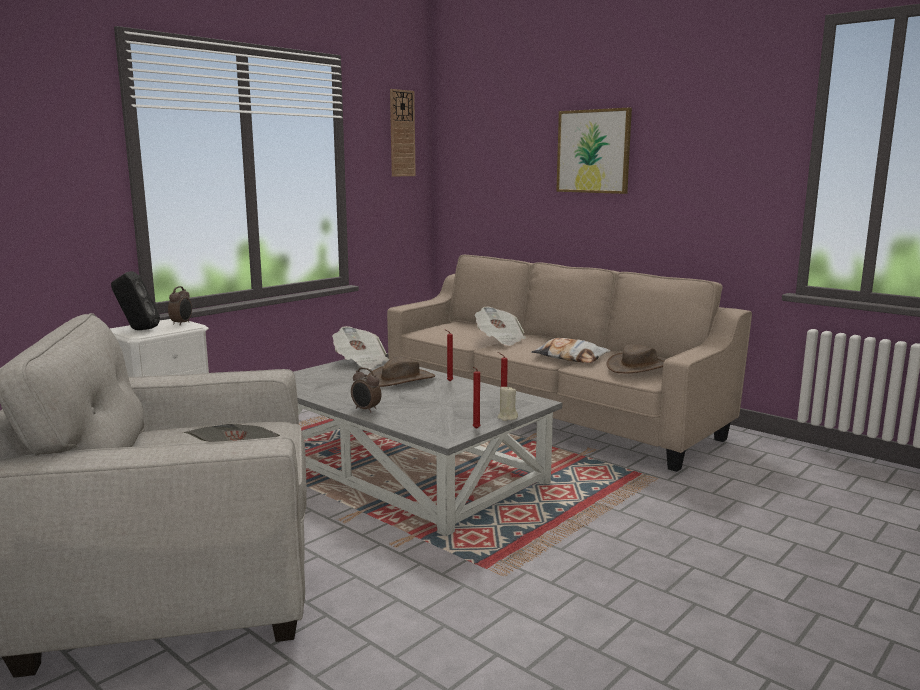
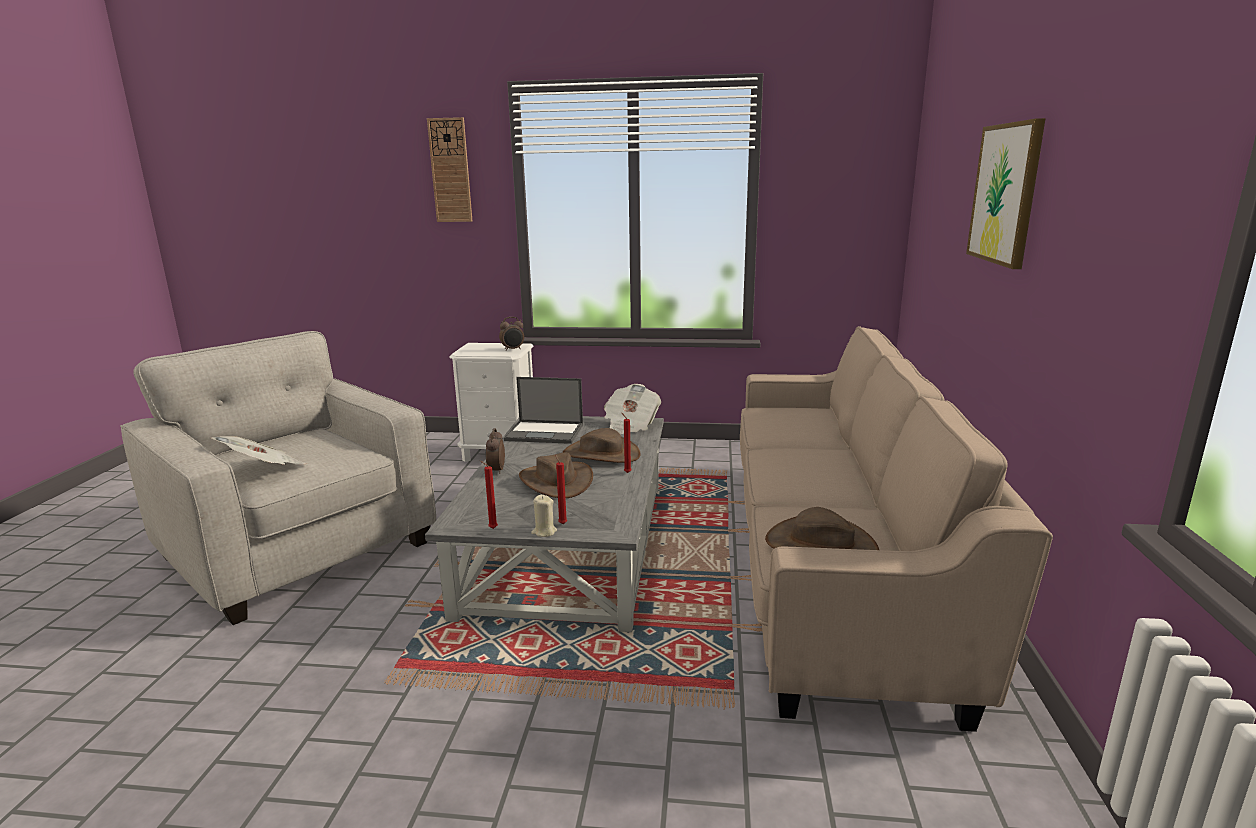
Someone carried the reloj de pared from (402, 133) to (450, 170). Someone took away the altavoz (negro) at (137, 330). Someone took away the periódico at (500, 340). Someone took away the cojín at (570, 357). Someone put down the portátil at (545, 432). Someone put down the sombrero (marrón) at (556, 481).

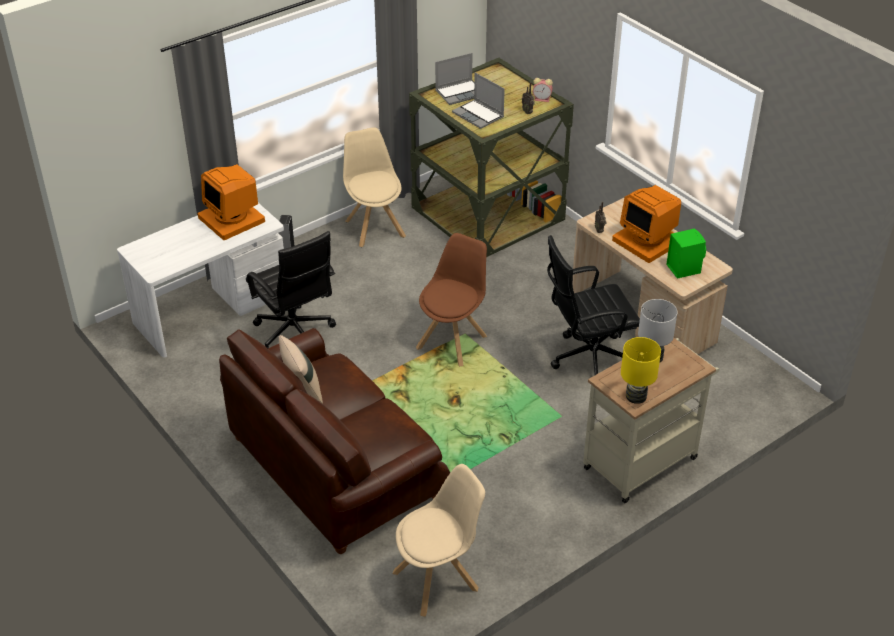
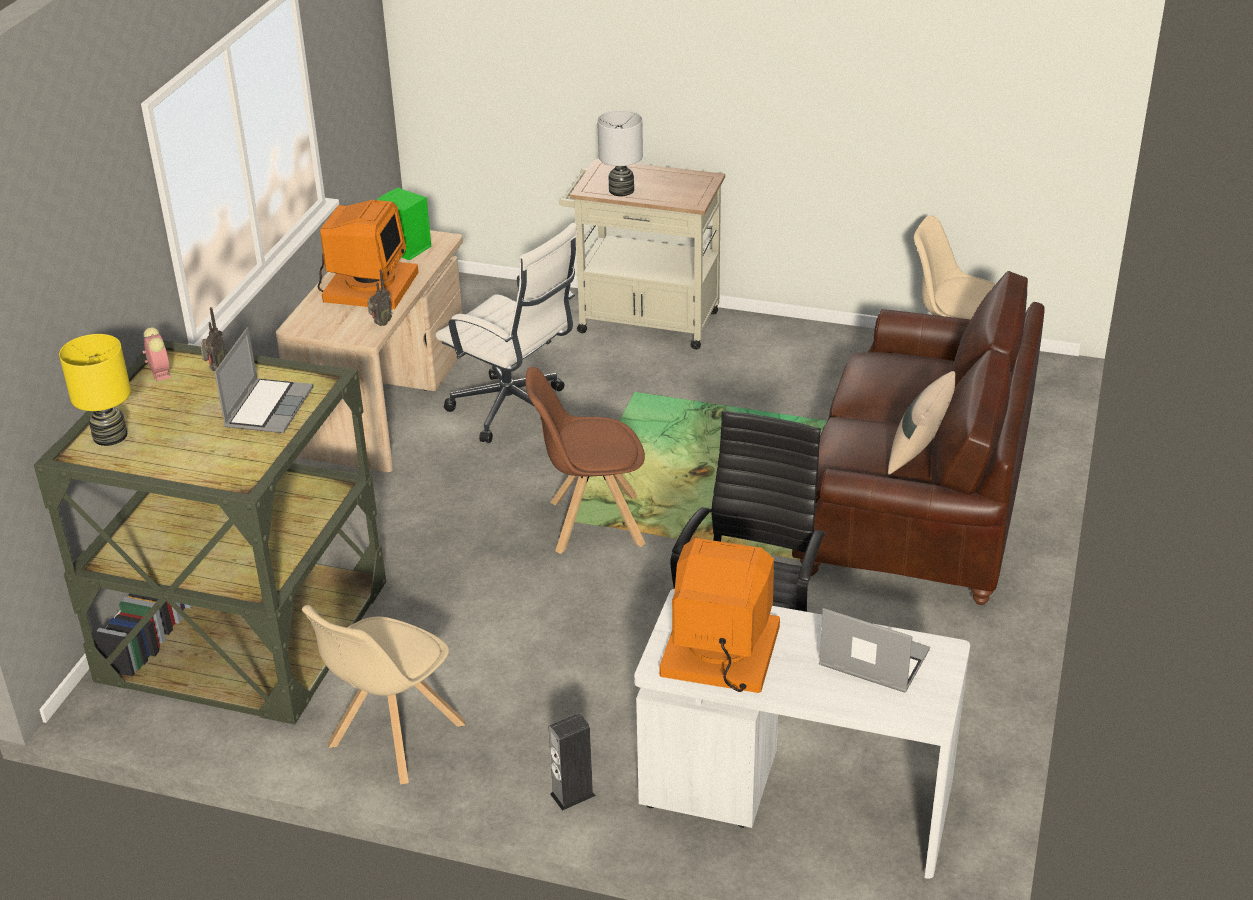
Someone carried the portátil from (460, 93) to (872, 659). Someone rotated the monitor at (233, 219) by 90 degrees counterclockwise. Someone repainted the silla de oficina (negro) at (587, 360), which became the silla de oficina (blanco) at (514, 411). Someone carried the lámpara de mesa (amarillo) from (636, 396) to (110, 436).

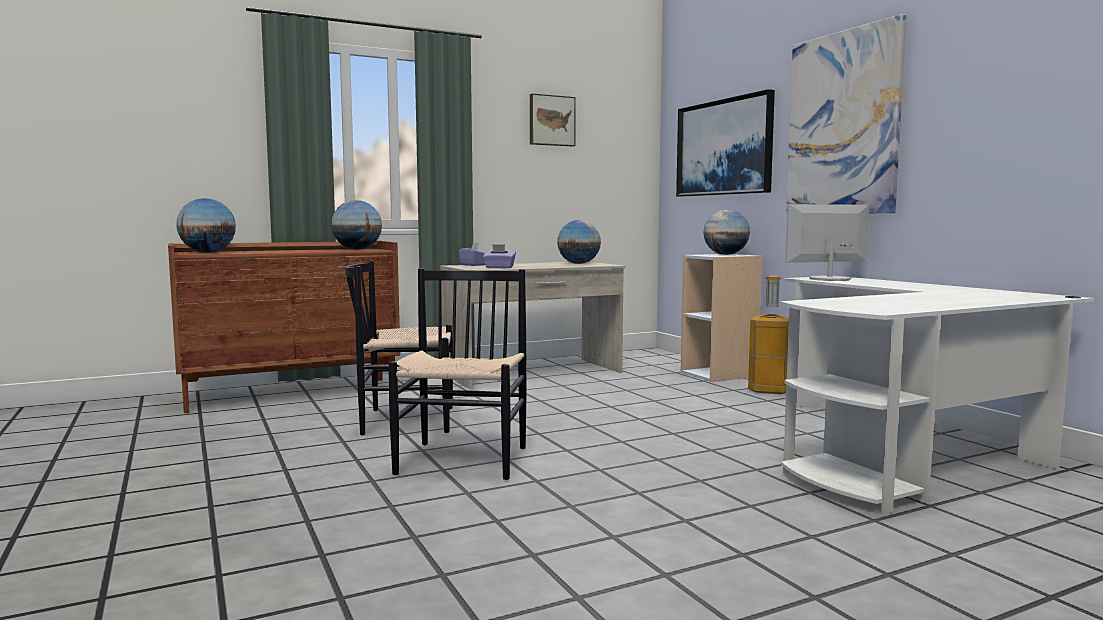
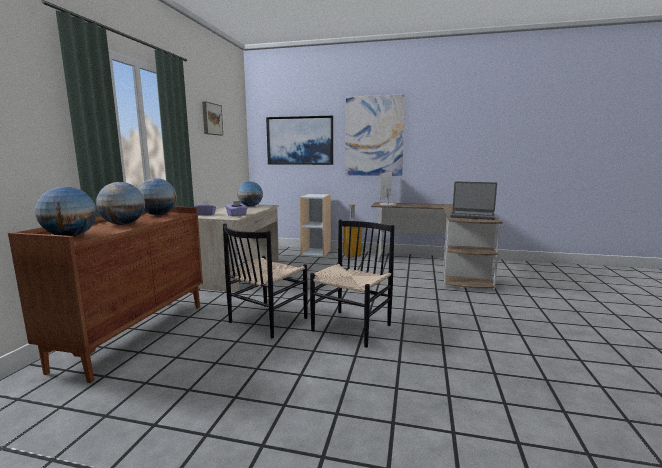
Someone carried the globo terráqueo from (726, 254) to (124, 224). Someone rotated the silla (negro) at (464, 459) by 75 degrees clockwise. Someone repainted the escritorio (blanco) at (902, 449), which became the escritorio (marrón) at (441, 267). Someone put down the portátil at (472, 216).

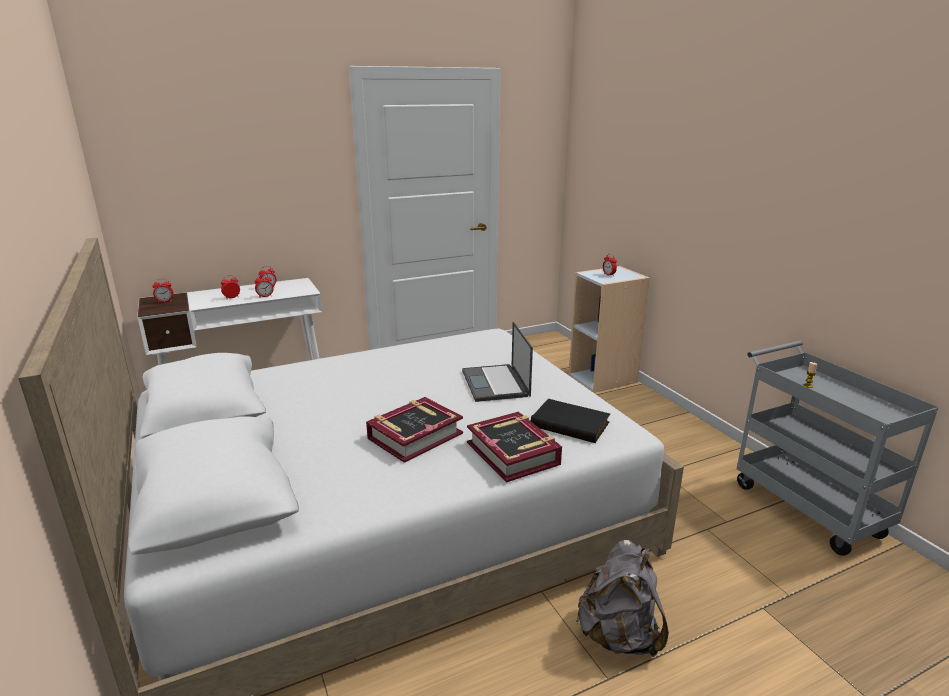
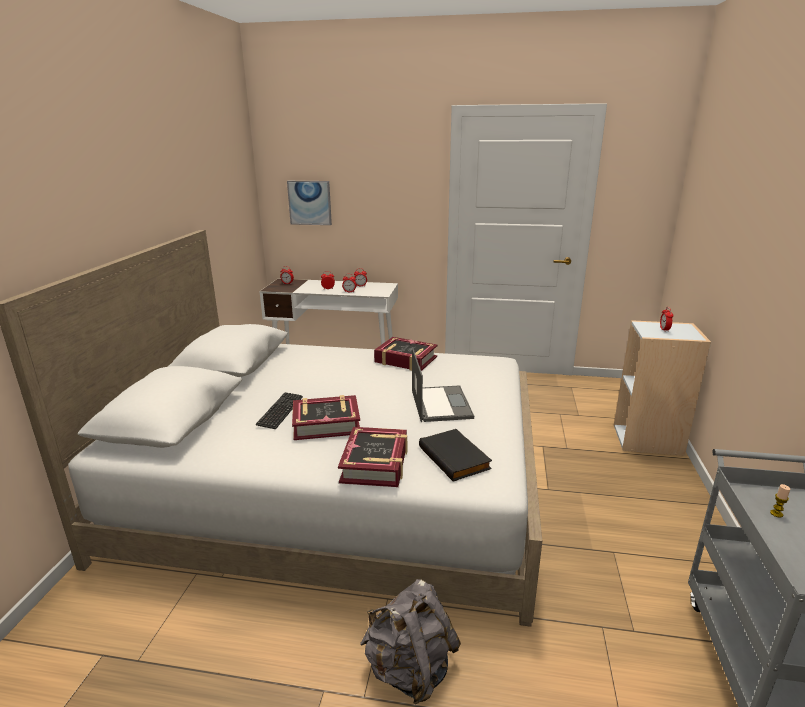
Someone rotated the portátil at (496, 384) by 150 degrees clockwise. Someone put up the cuadro at (310, 202). Someone put down the libro at (405, 360). Someone put down the teclado at (280, 411).

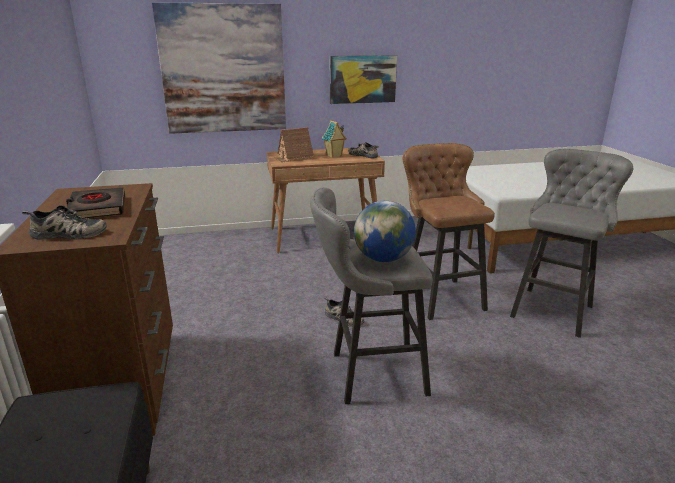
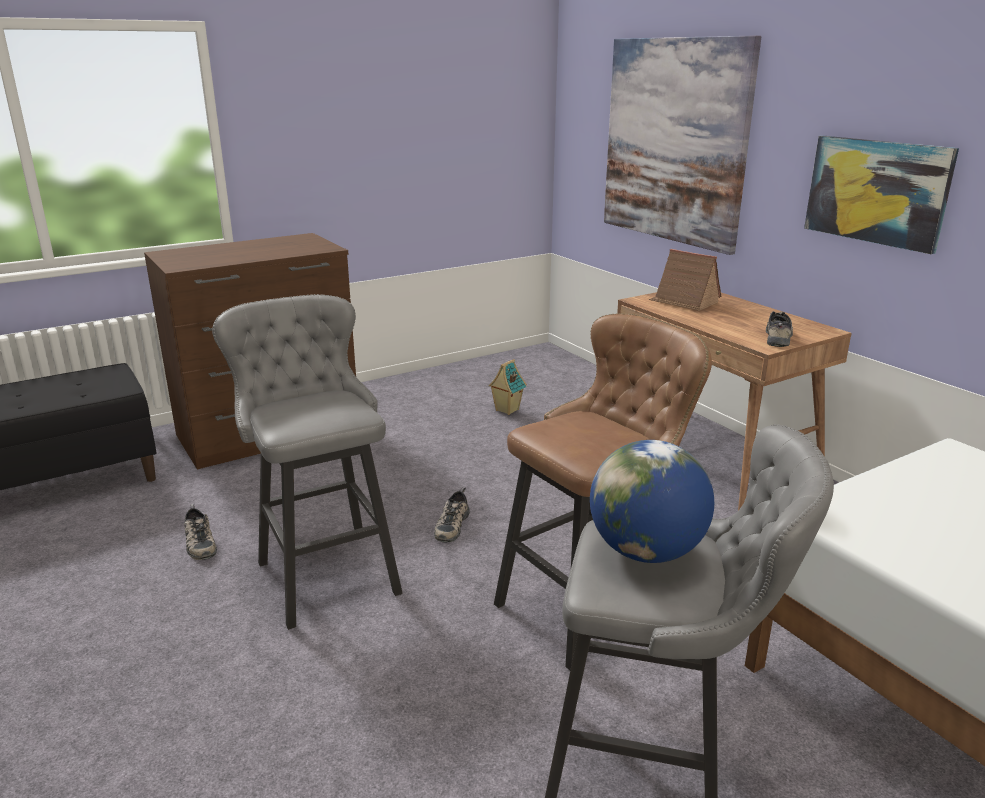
Someone carried the casita from (334, 156) to (506, 410). Someone took away the libro (negro) at (97, 208). Someone carried the globo terráqueo from (383, 259) to (646, 551). Someone carried the zapato from (67, 234) to (198, 543).

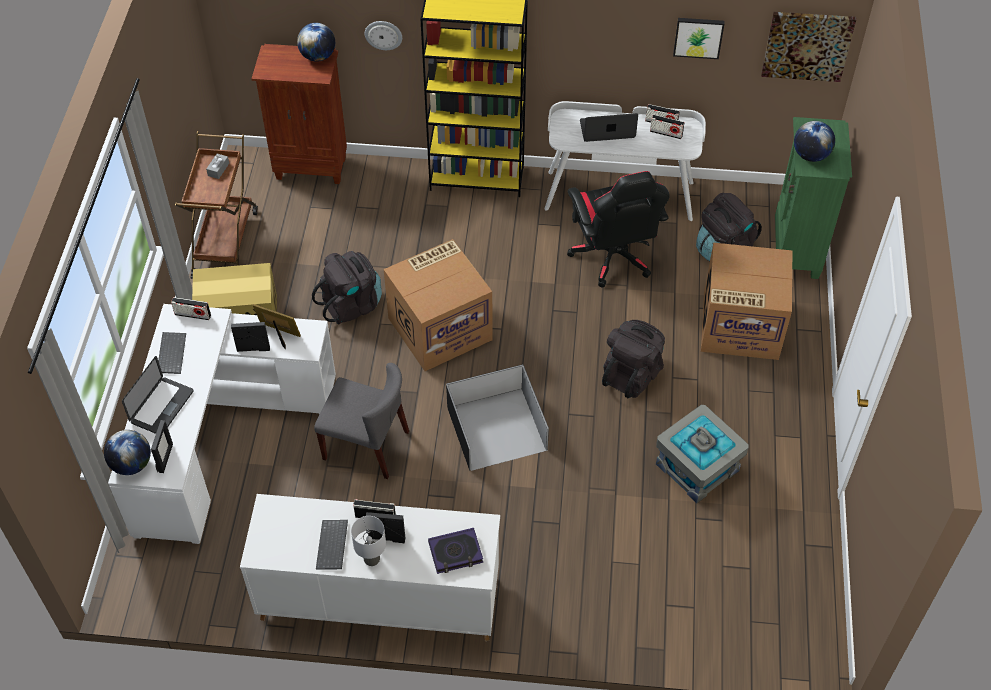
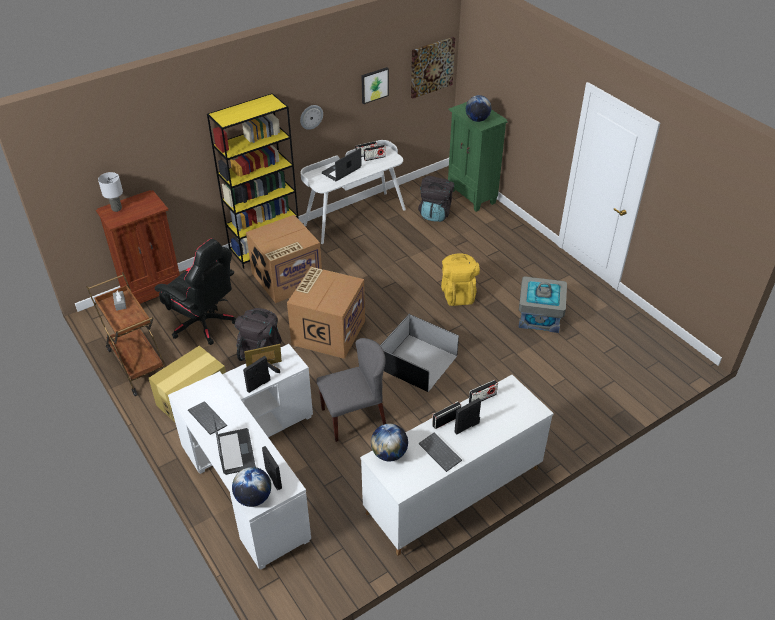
Someone carried the reloj de pared from (383, 34) to (311, 116). Someone carried the globo terráqueo from (318, 56) to (389, 453). Someone carried the silla de oficina (negro) from (612, 255) to (203, 323). Someone carried the caja de cartón from (739, 326) to (286, 279). Someone carried the radio from (193, 315) to (482, 398). Someone repainted the mochila (negro) at (632, 374), which became the mochila (amarillo) at (458, 294). Someone carried the lámpara de mesa (blanco) from (372, 559) to (117, 209). Someone took away the libro at (455, 553).

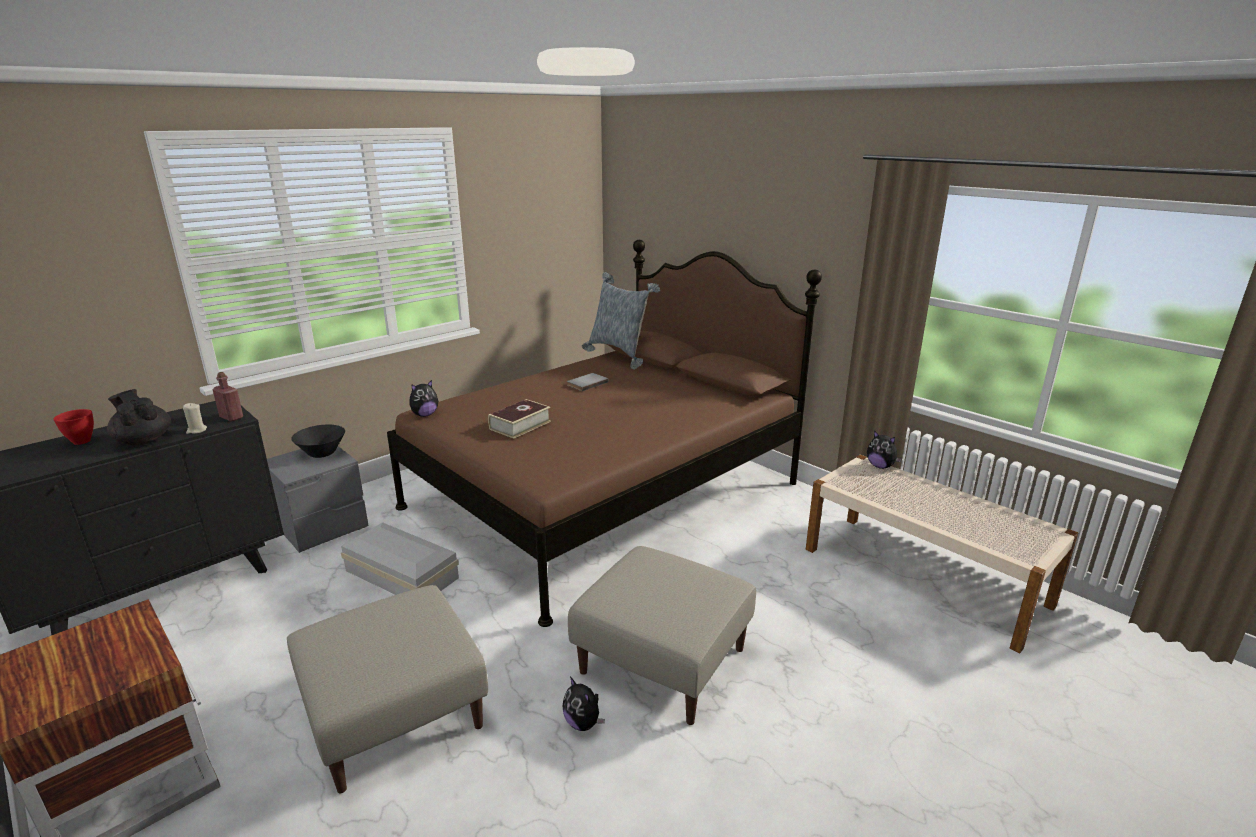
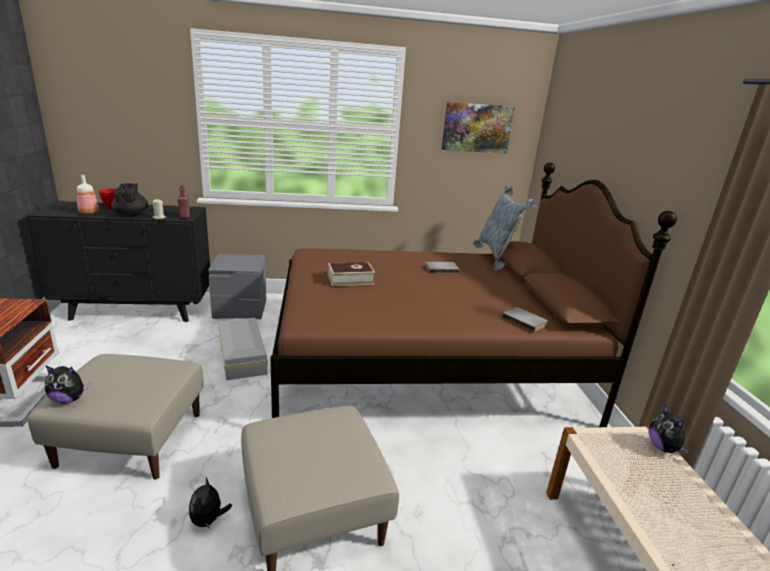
Someone carried the peluche from (424, 415) to (69, 400). Someone took away the cuenco (negro) at (322, 453). Someone put up the cuadro at (477, 128). Someone put down the botella at (88, 212). Someone put down the libro (gris) at (525, 320).

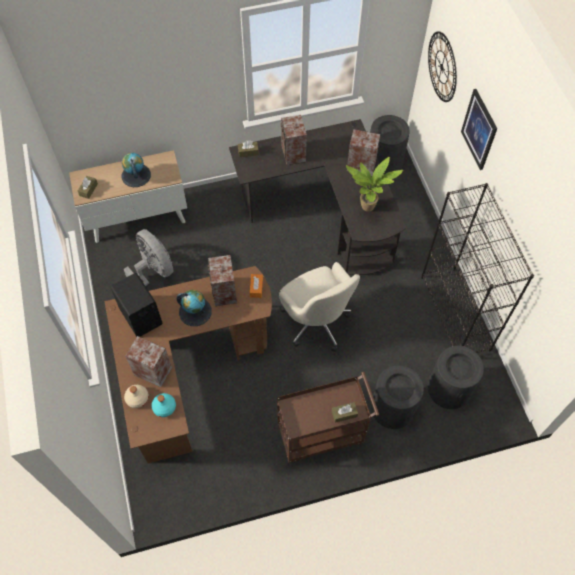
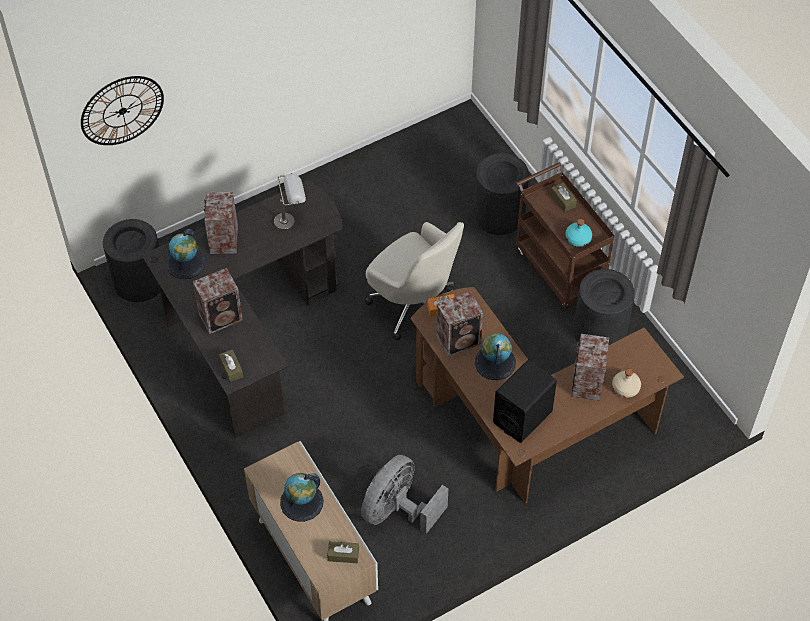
Someone took away the cuadro at (479, 129). Someone swapped the planta en maceta at (368, 209) for the lámpara de mesa (gris) at (291, 220). Someone took away the estantería (negro) at (455, 313). Someone rotated the silla de oficina (beis) at (316, 322) by 90 degrees clockwise. Someone carried the papelera (negro) from (449, 388) to (600, 330). Someone carried the botella (turquesa) from (164, 407) to (578, 238). Someone put down the globo terráqueo at (186, 263).

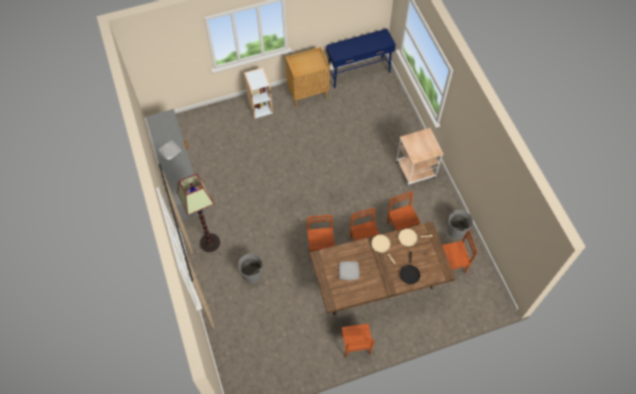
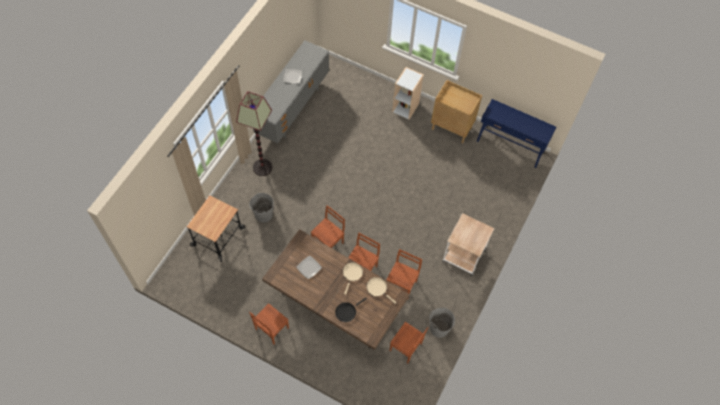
Someone put down the carrito at (217, 236).

